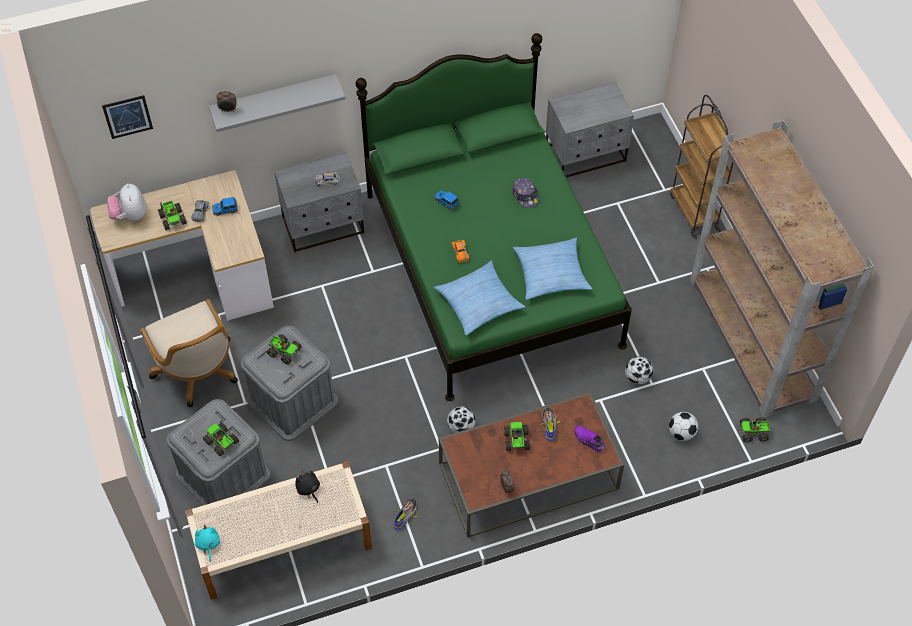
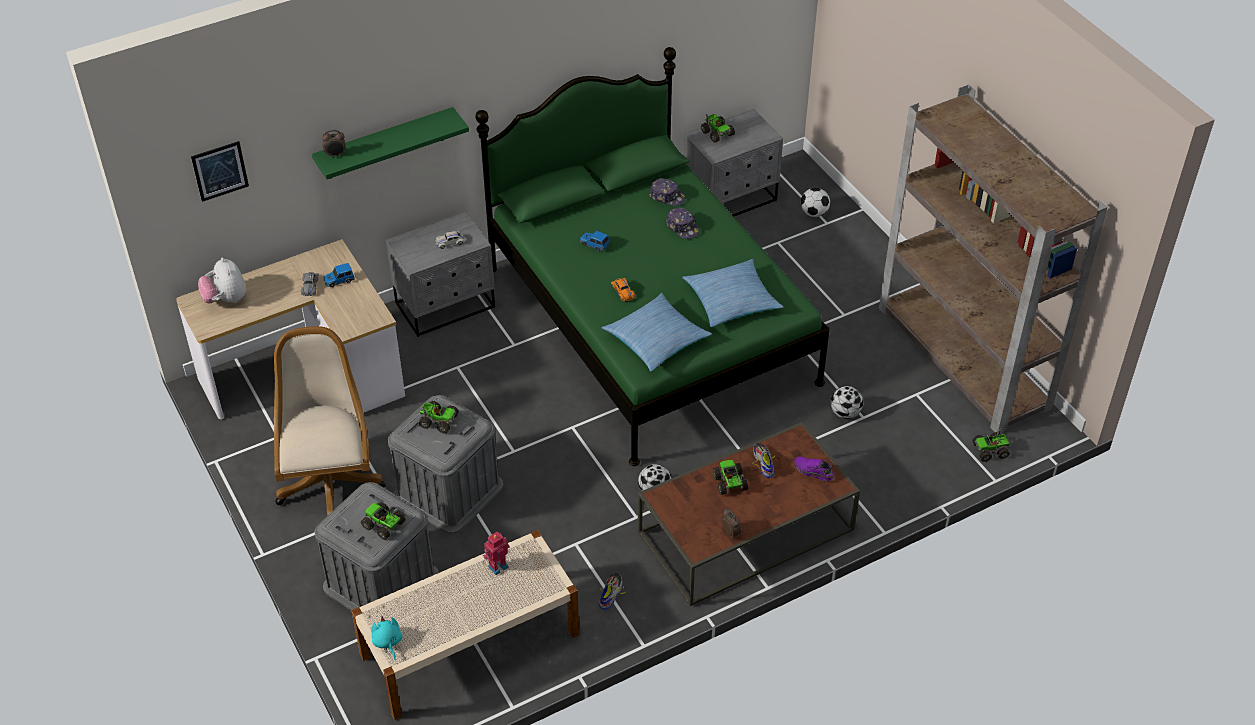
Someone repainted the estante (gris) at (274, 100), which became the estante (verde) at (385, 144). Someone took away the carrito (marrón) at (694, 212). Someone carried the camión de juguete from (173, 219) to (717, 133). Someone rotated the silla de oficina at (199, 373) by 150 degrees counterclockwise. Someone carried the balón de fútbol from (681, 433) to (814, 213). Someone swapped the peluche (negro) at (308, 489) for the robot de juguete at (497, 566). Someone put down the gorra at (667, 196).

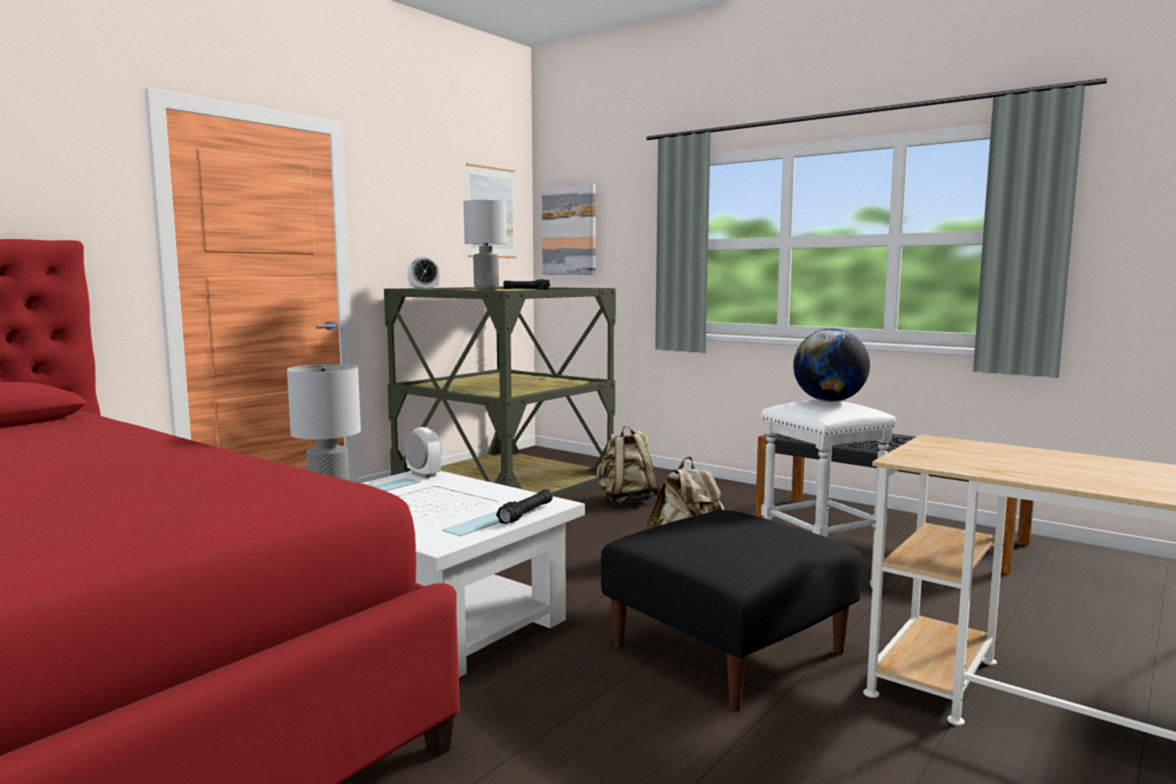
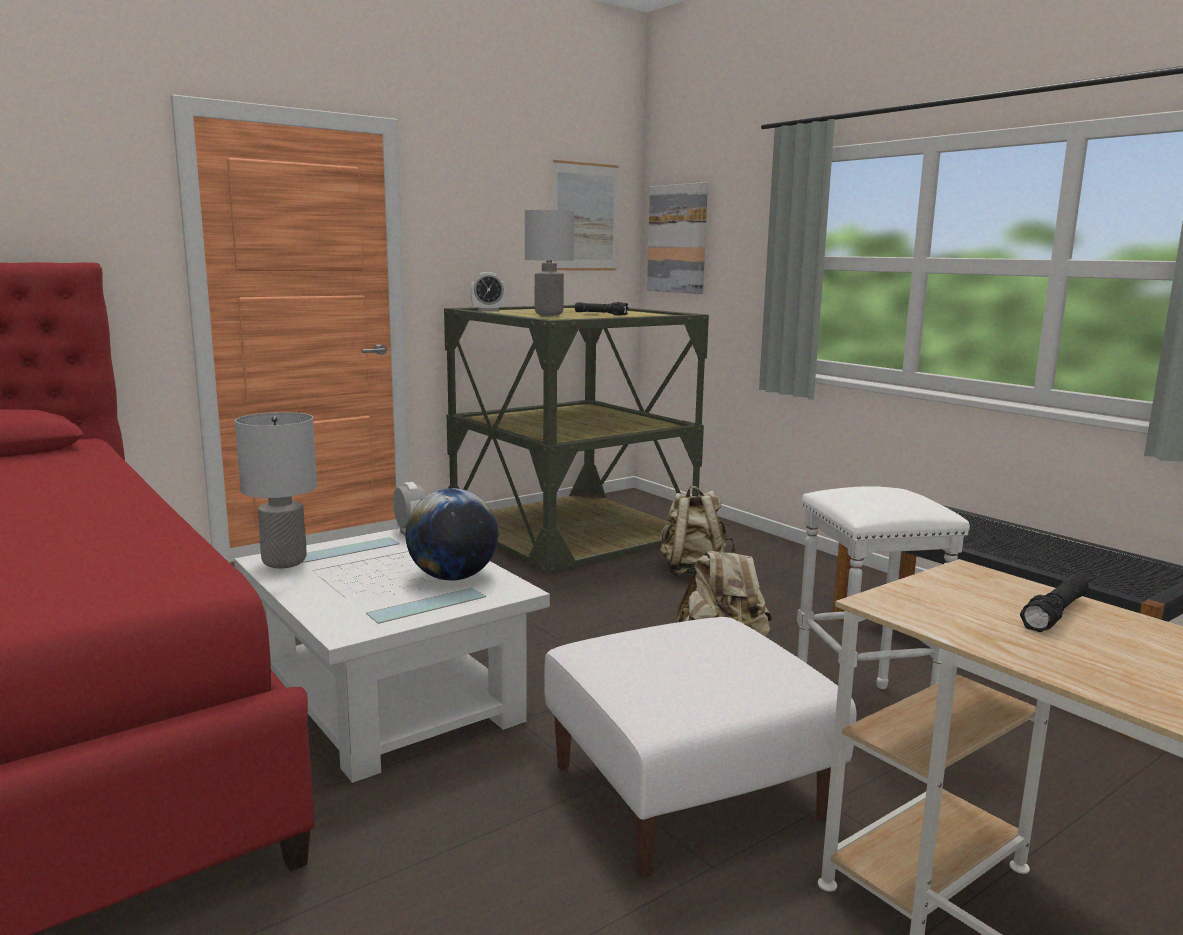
Someone carried the globo terráqueo from (829, 401) to (453, 577). Someone carried the linterna (negro) from (526, 514) to (1055, 614). Someone repainted the puf (negro) at (727, 650), which became the puf (blanco) at (686, 792).

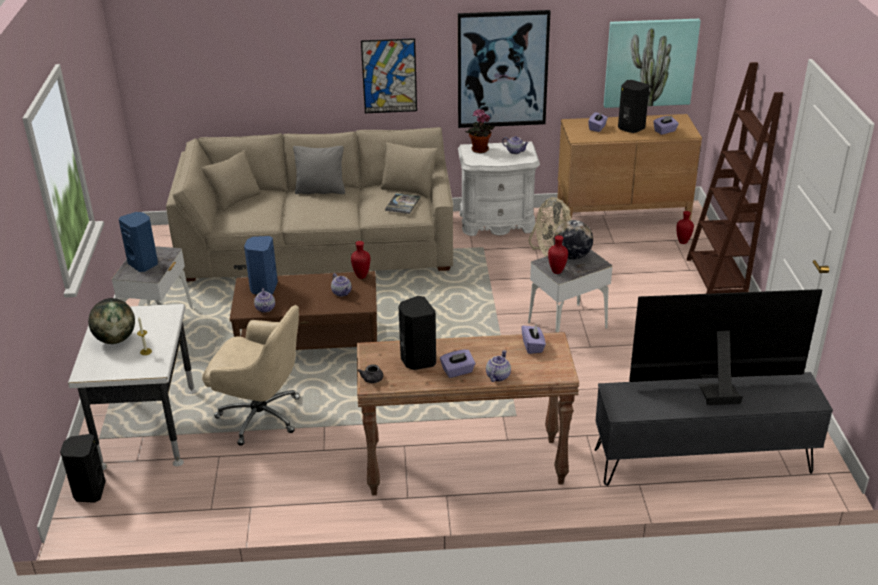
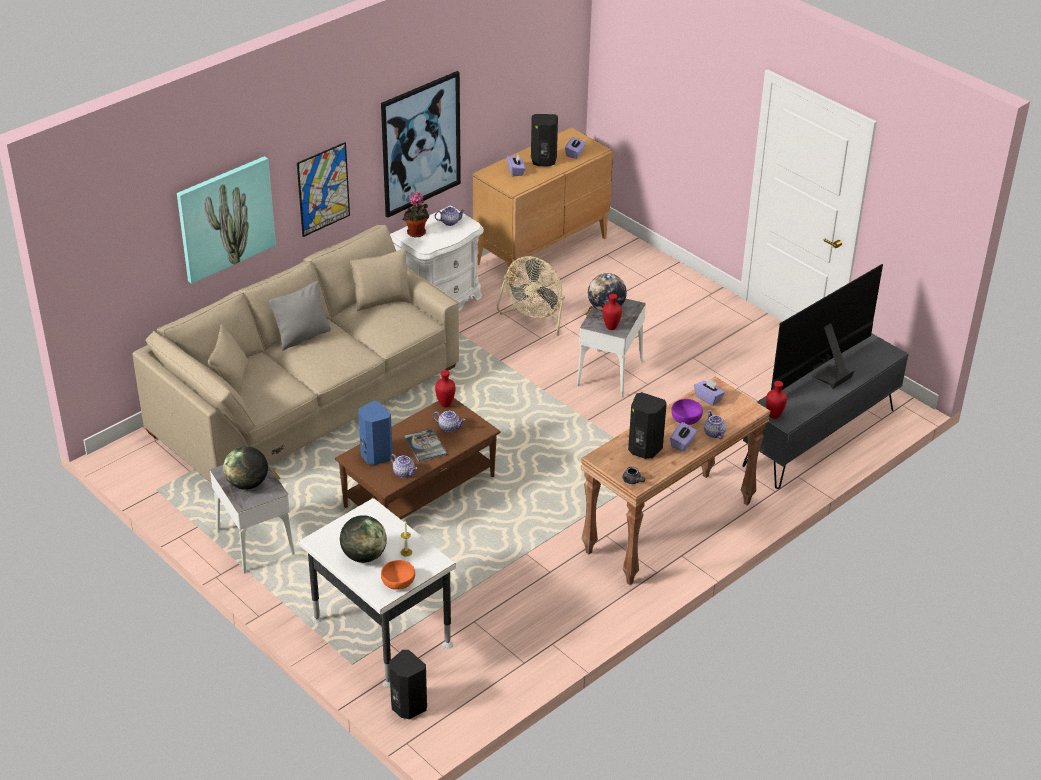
Someone carried the cuadro from (650, 62) to (225, 218). Someone took away the estantería (marrón) at (716, 277). Someone carried the libro from (402, 204) to (425, 446). Someone carried the florero (rojo) from (683, 242) to (775, 416). Someone swapped the altavoz (azul) at (144, 264) for the globo terráqueo at (247, 484). Someone took away the silla de oficina (beis) at (260, 417). Someone put down the cuenco (morado) at (685, 419). Someone put down the cuenco (naranja) at (398, 582).

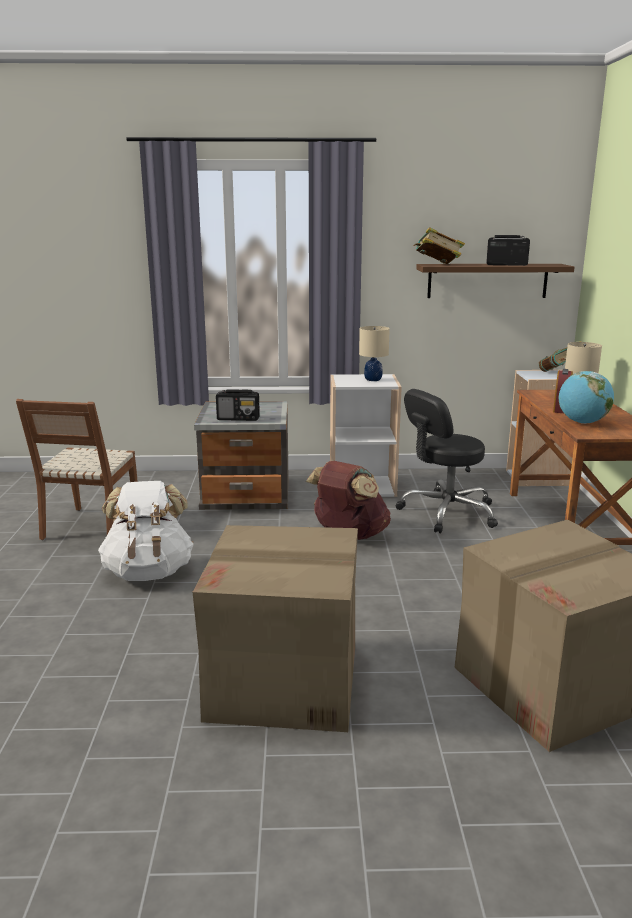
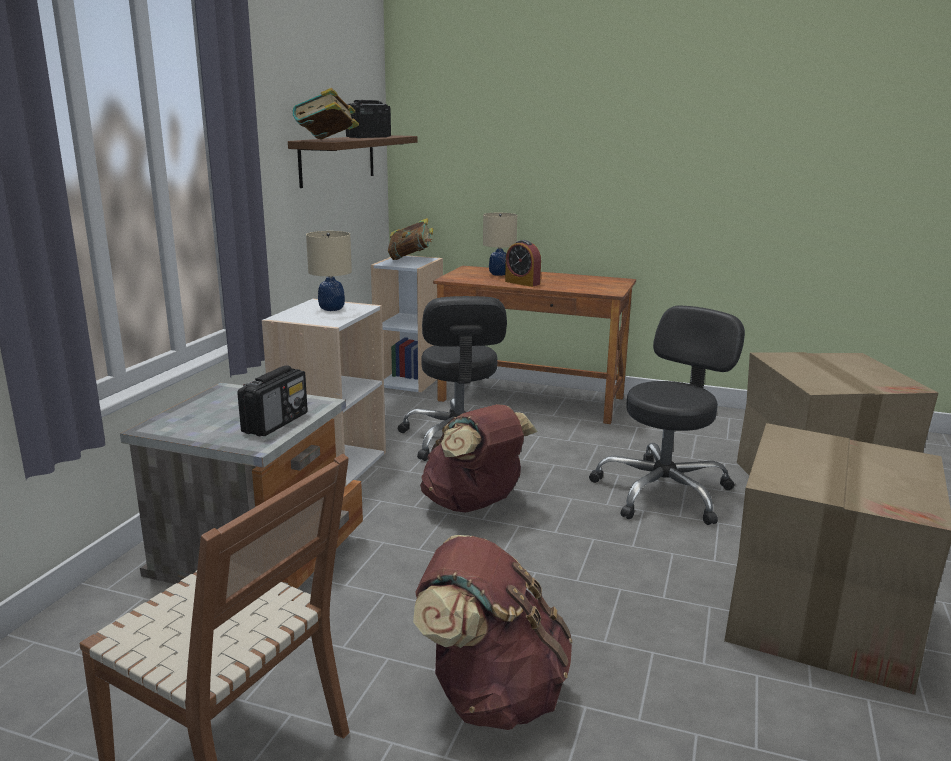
Someone took away the globo terráqueo at (582, 422). Someone repainted the mochila (blanco) at (149, 571), which became the mochila (marrón) at (491, 695). Someone put down the silla de oficina (negro) at (665, 490).

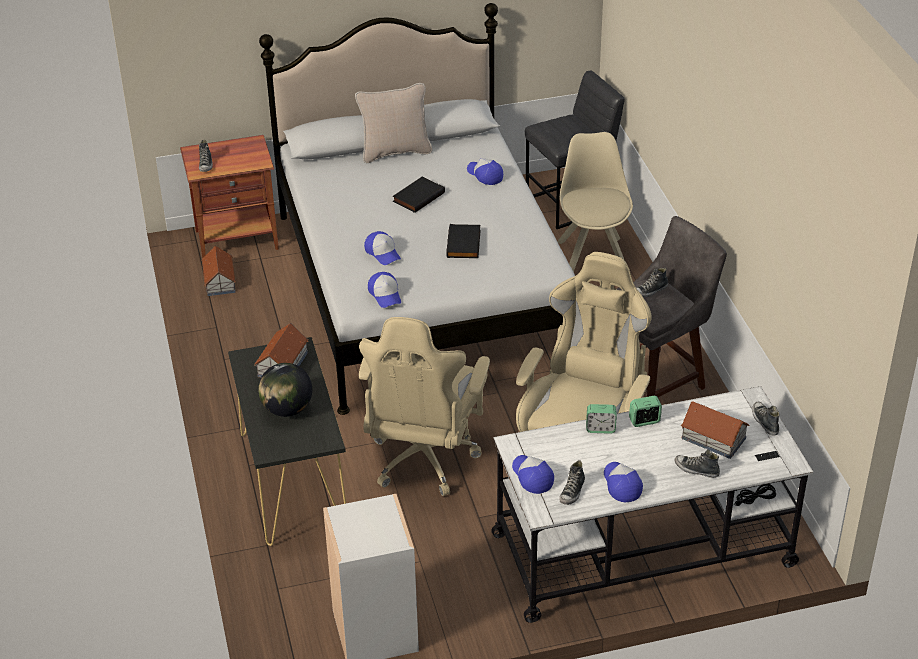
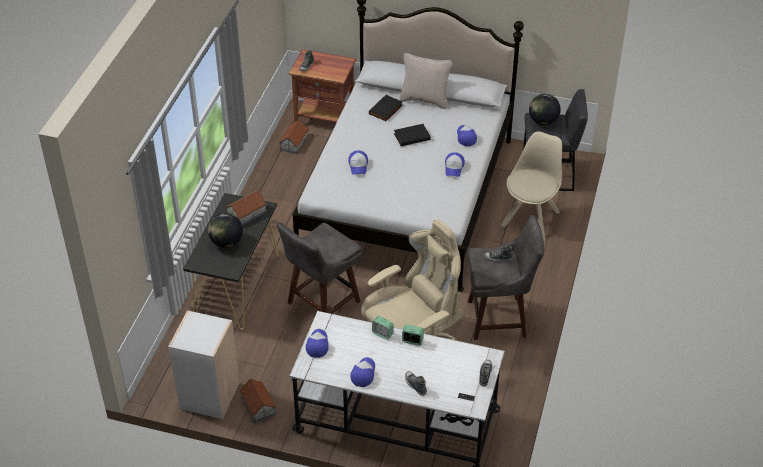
Someone carried the libro (negro) from (465, 244) to (386, 110). Someone carried the gorra from (385, 294) to (454, 167). Someone swapped the silla de oficina (beis) at (425, 454) for the taburete (gris) at (321, 303). Someone carried the casita from (714, 438) to (258, 406). Someone took away the zapato at (572, 492). Someone put down the globo terráqueo at (543, 121).

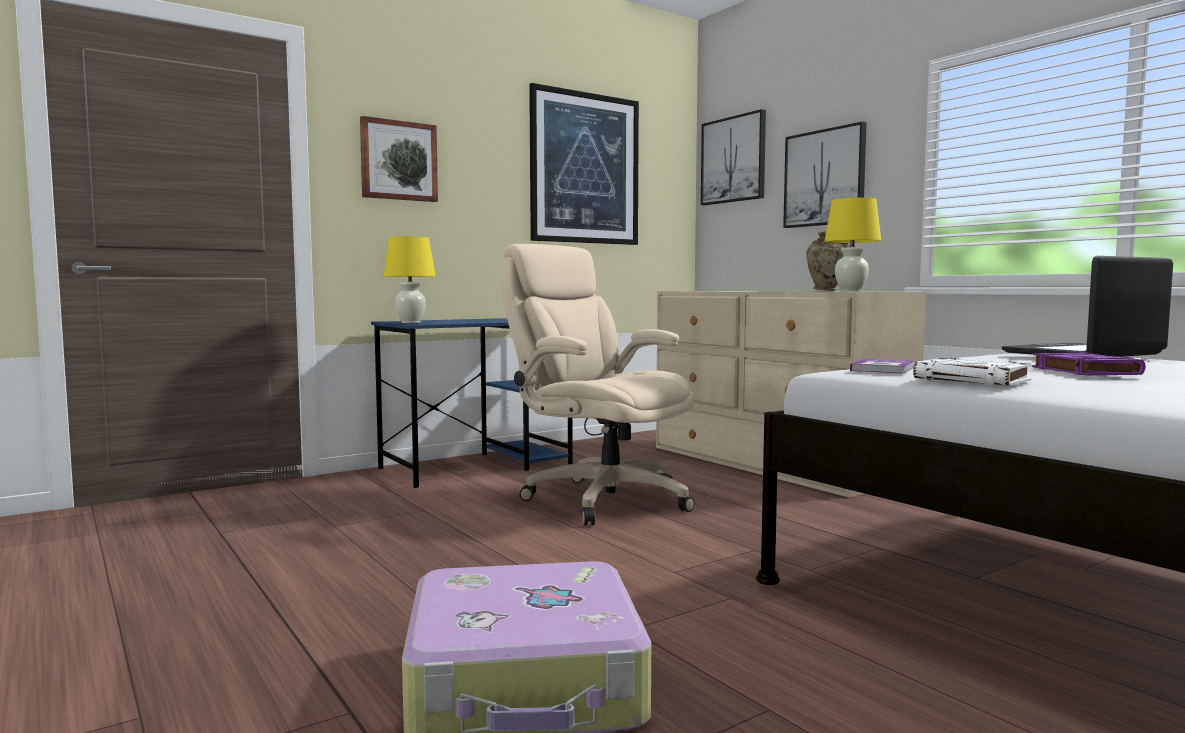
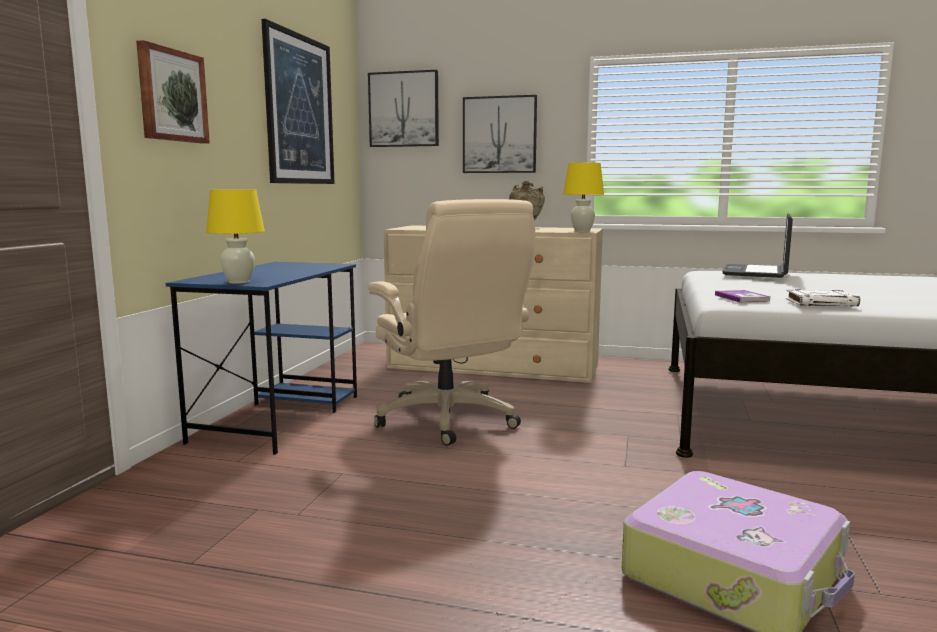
Someone rotated the silla de oficina (beis) at (600, 498) by 120 degrees counterclockwise. Someone took away the libro (morado) at (1084, 371).

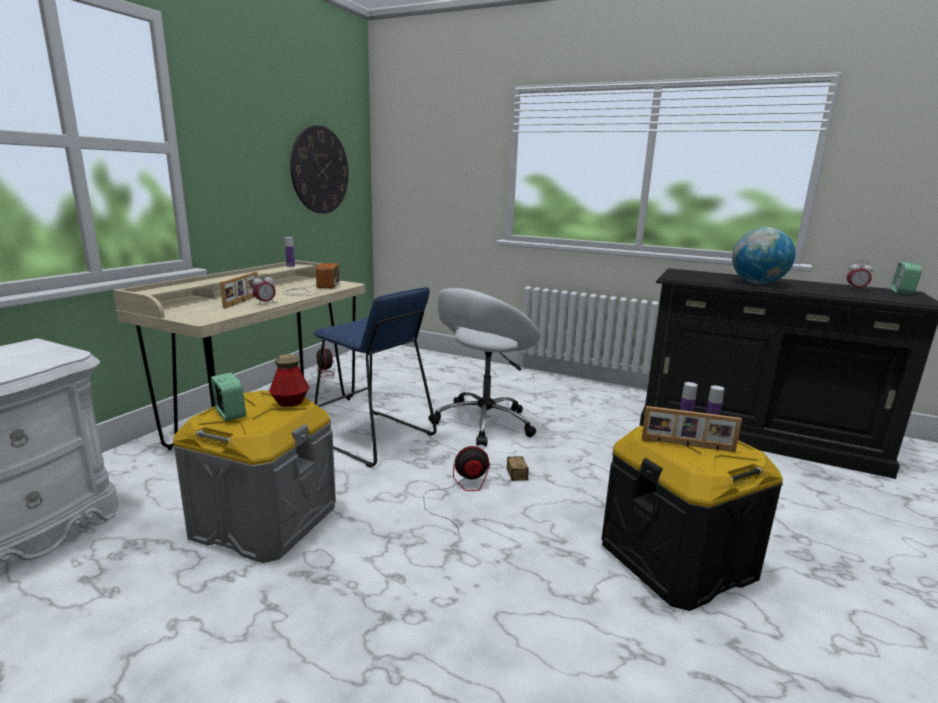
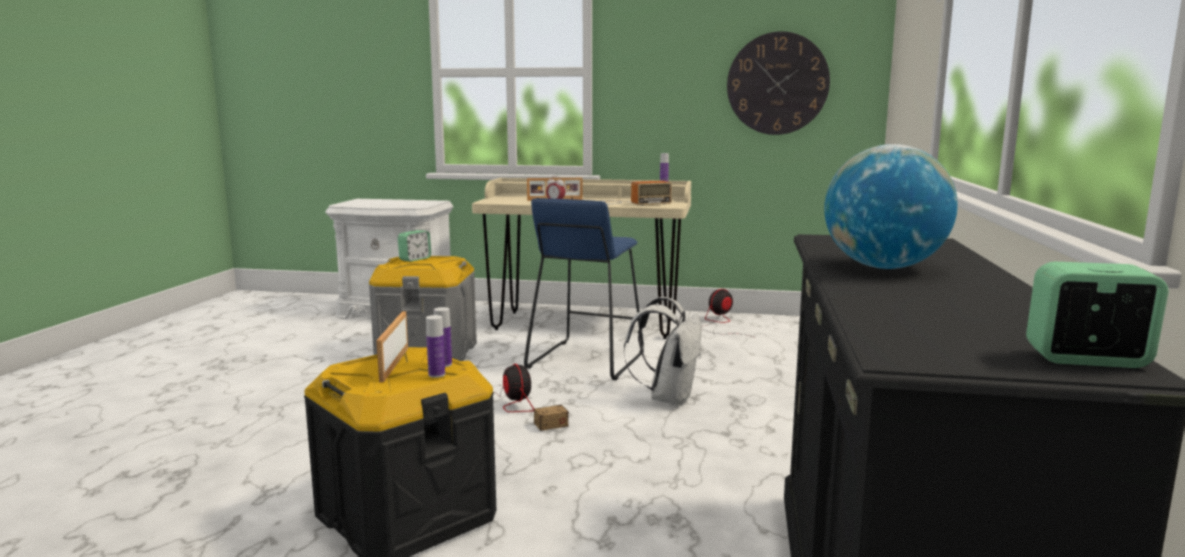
Someone took away the despertador at (856, 289). Someone swapped the silla de oficina (blanco) at (482, 424) for the mochila (blanco) at (668, 398). Someone took away the botella at (290, 402).

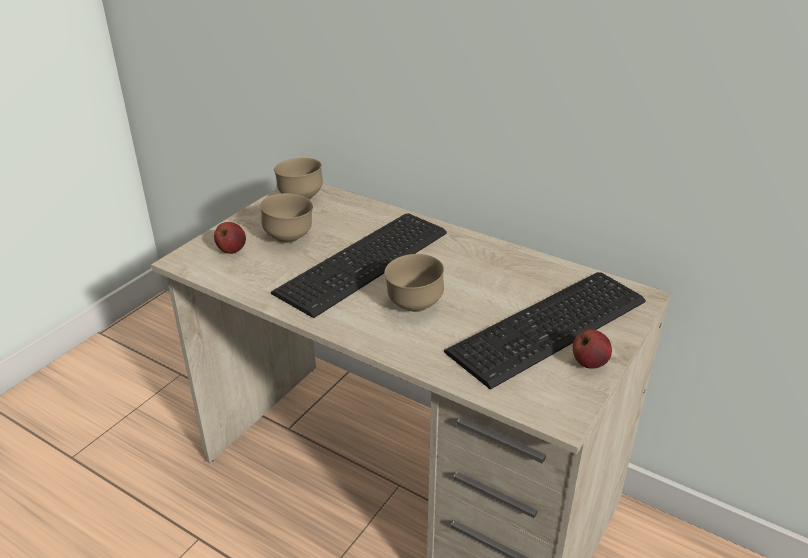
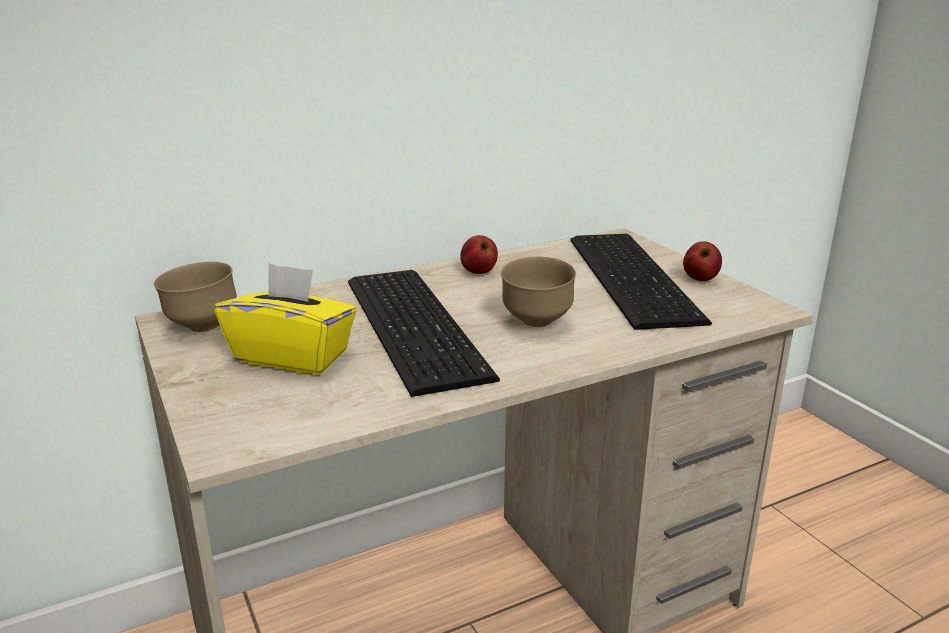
Someone swapped the cuenco (marrón) at (289, 239) for the caja de pañuelos (amarillo) at (292, 356). Someone carried the manzana from (231, 250) to (478, 272).

